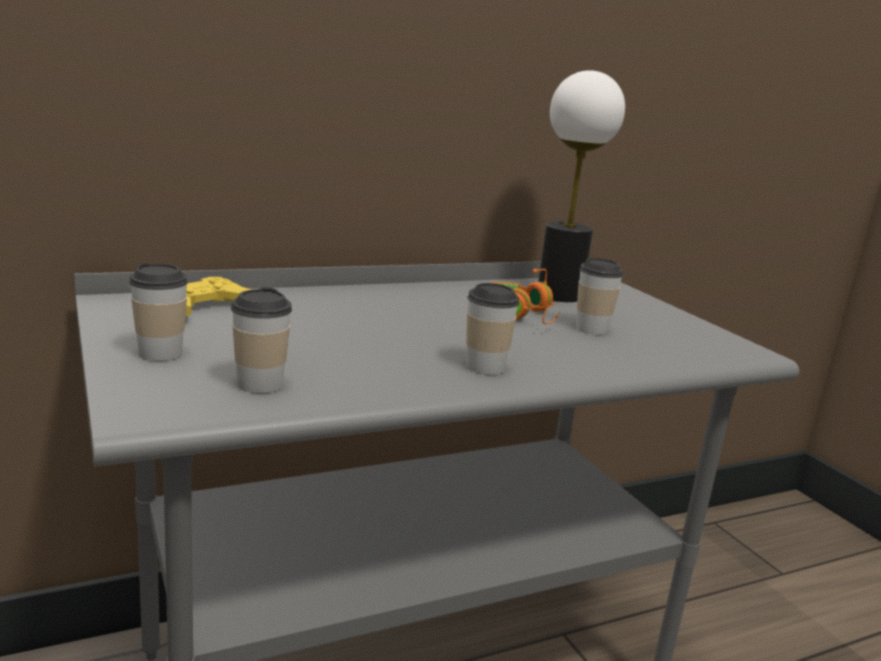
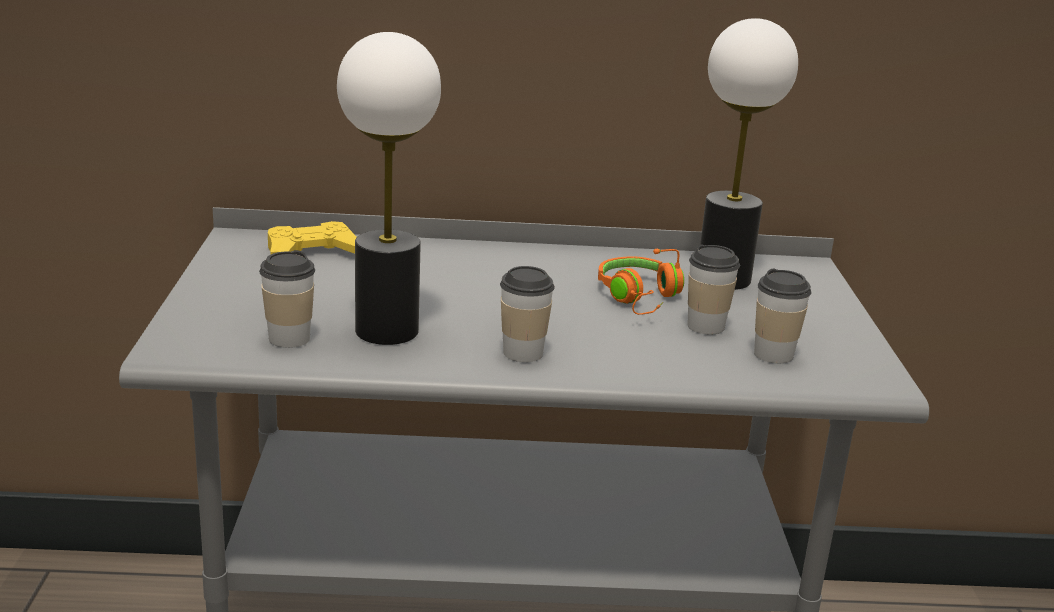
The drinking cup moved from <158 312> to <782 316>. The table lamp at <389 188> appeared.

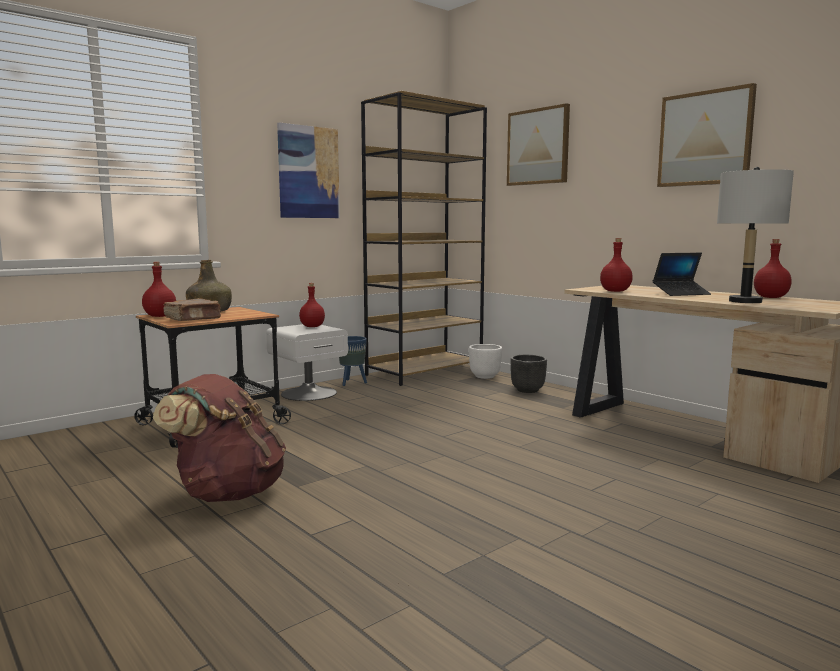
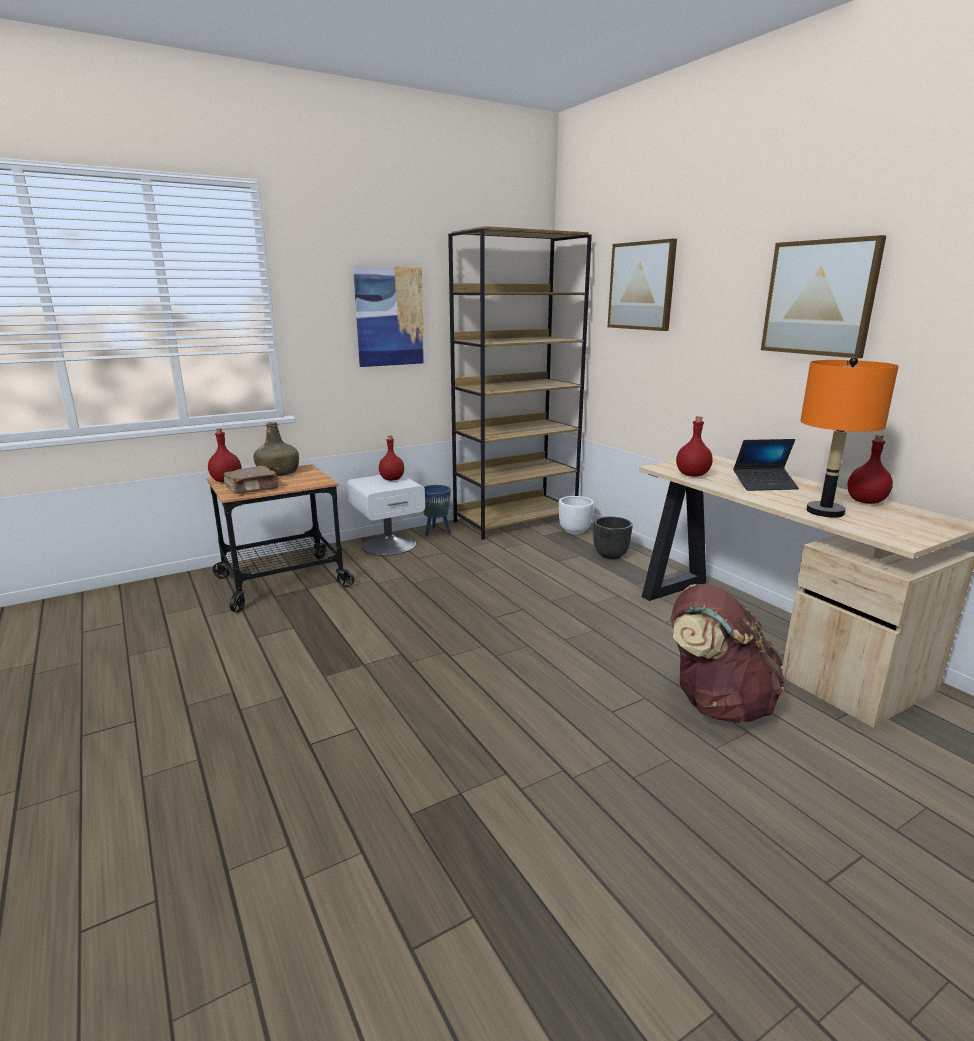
The gray table lamp at <755 235> became the orangey table lamp at <849 437>. The brownish knapsack moved from <219 438> to <728 653>.

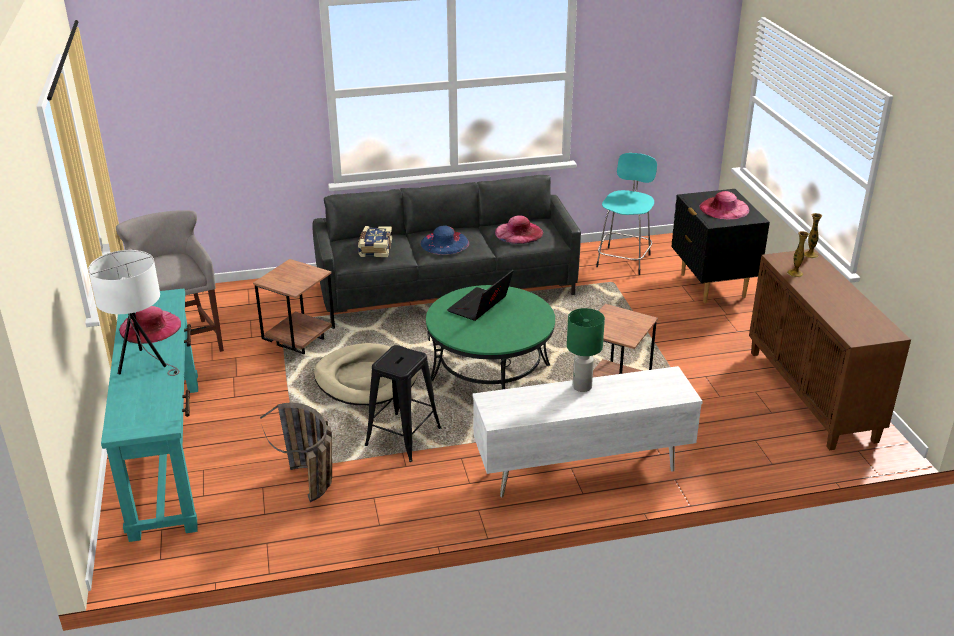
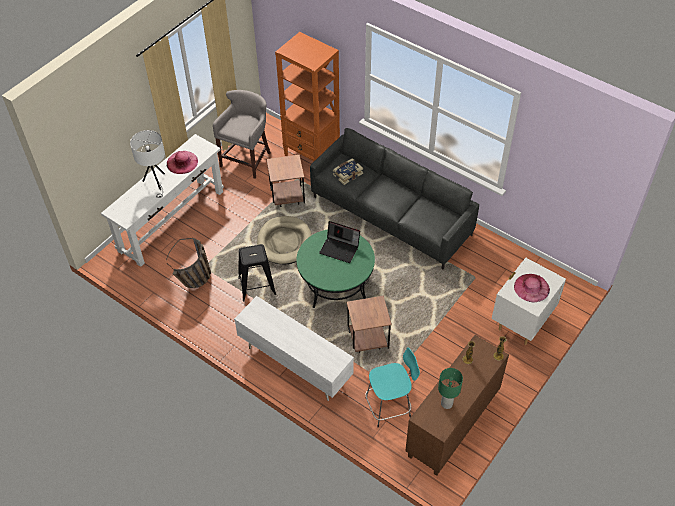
The blue-green stool moved from <626 214> to <392 387>. The black night table at <720 246> became the white-coloured night table at <529 301>. The pink-coloured wearable hat at <519 229> disappeared. The bluish wearable hat at <444 240> disappeared. The notebook computer at <480 295> turned 150 degrees counterclockwise. The blue-green hall table at <149 415> became the white-coloured hall table at <162 200>. The greenish table lamp moved from <586 350> to <450 388>. The orangey shelving unit at <307 96> appeared.

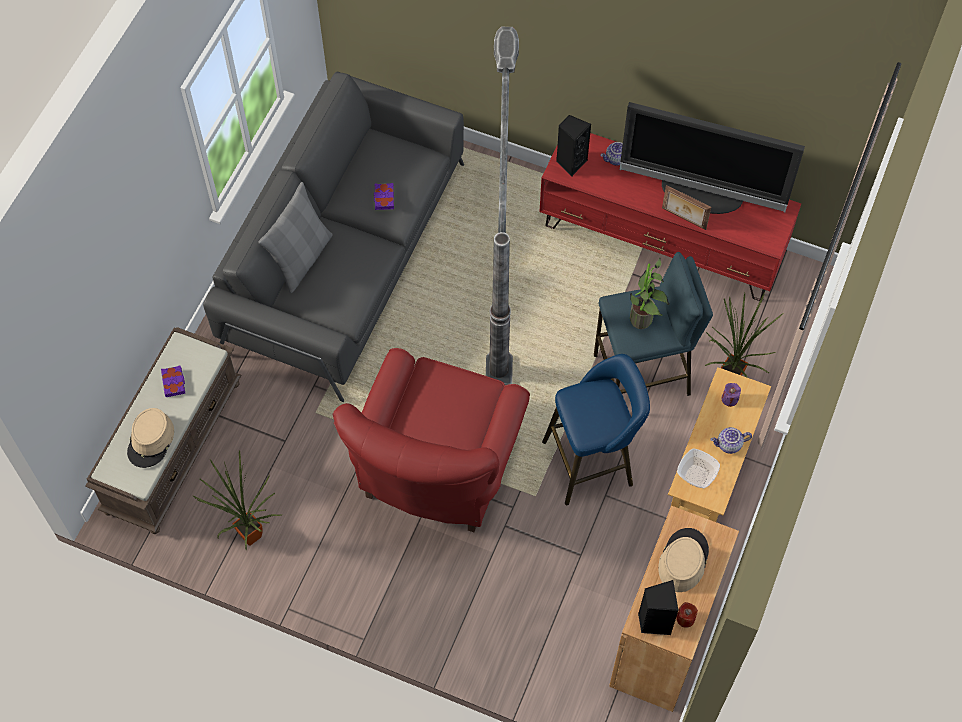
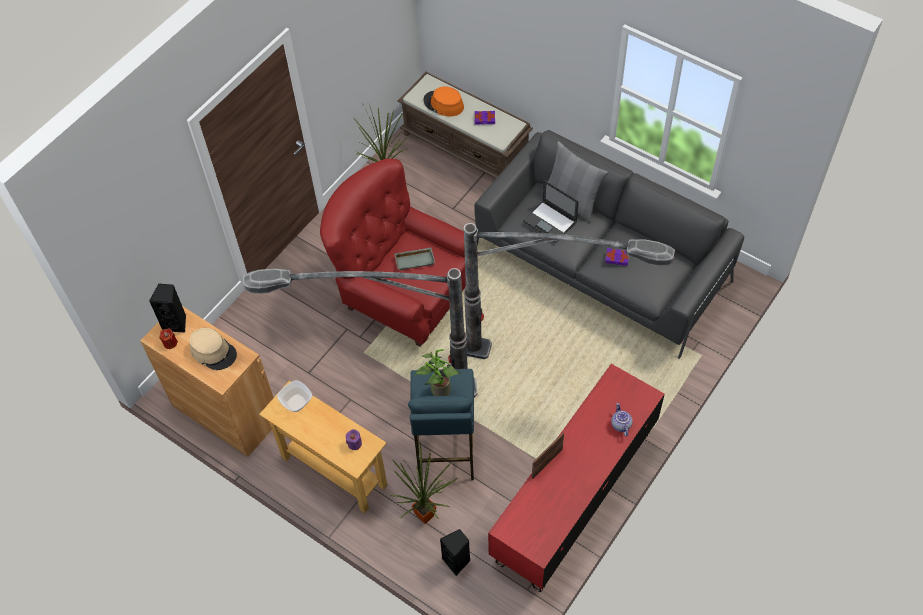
The television at <712 158> disappeared. The black audio speaker moved from <573 145> to <455 552>. The bluish stool at <596 429> was replaced by the standing lamp at <360 333>. The beige wearable hat at <150 438> became the orangey wearable hat at <443 101>. The tea pot at <731 440> disappeared. The notebook computer at <551 211> appeared. The gray serving tray at <414 258> appeared.

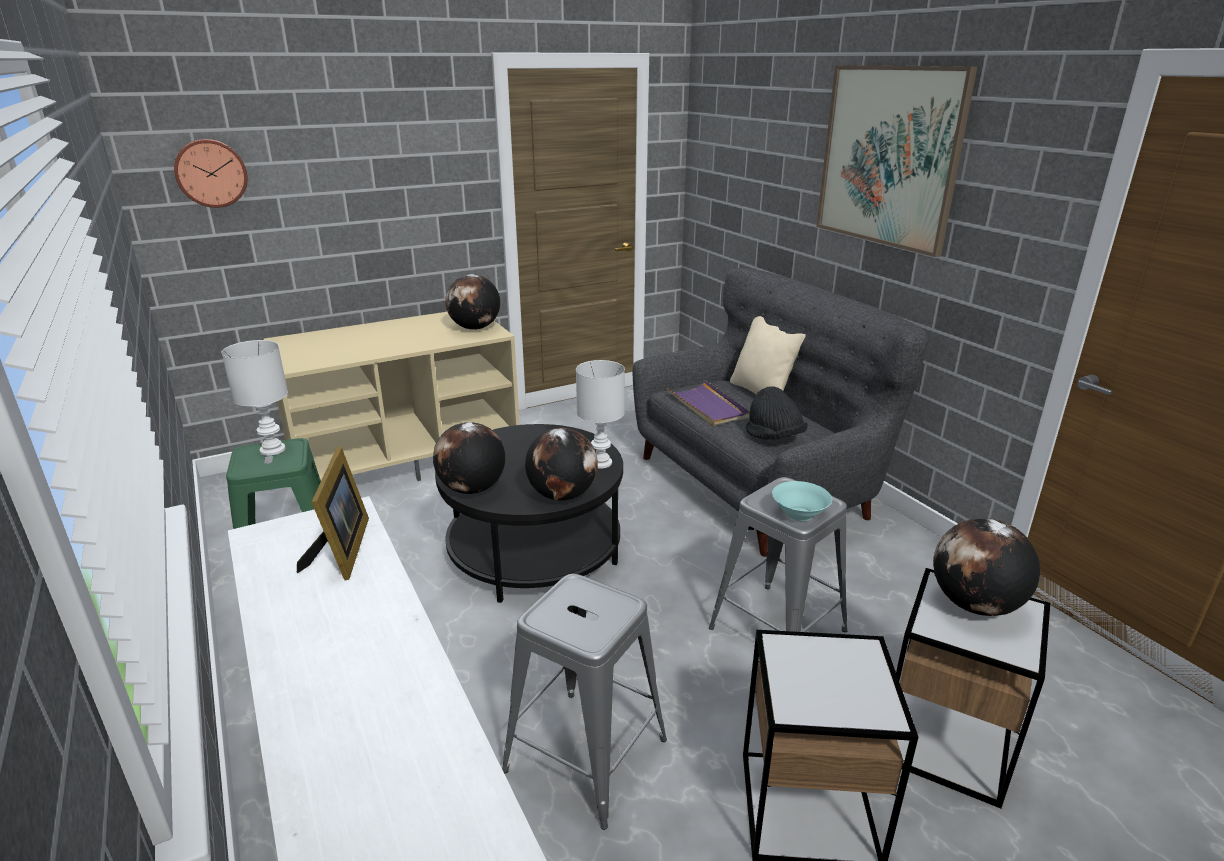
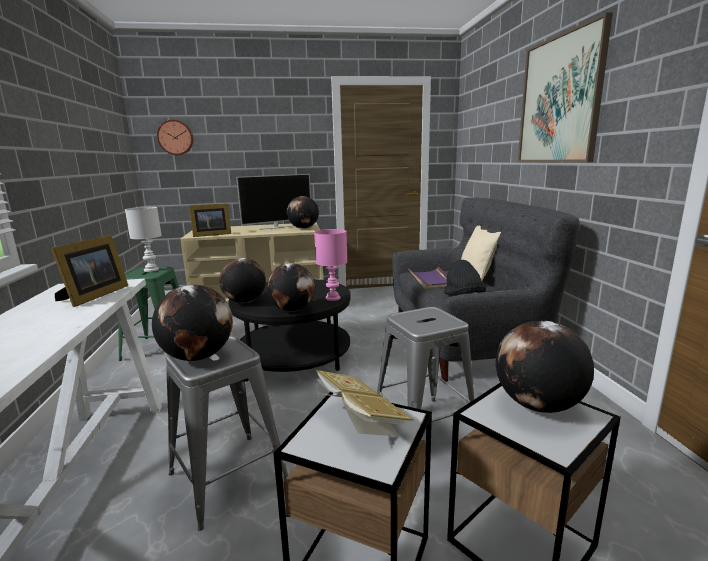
The white-coloured table lamp at <600 414> became the pink-coloured table lamp at <330 265>. The blue-green deep dish at <802 501> disappeared. The television at <273 202> appeared. The standing frame at <210 220> appeared. The desk globe at <192 323> appeared. The bound book at <364 403> appeared.

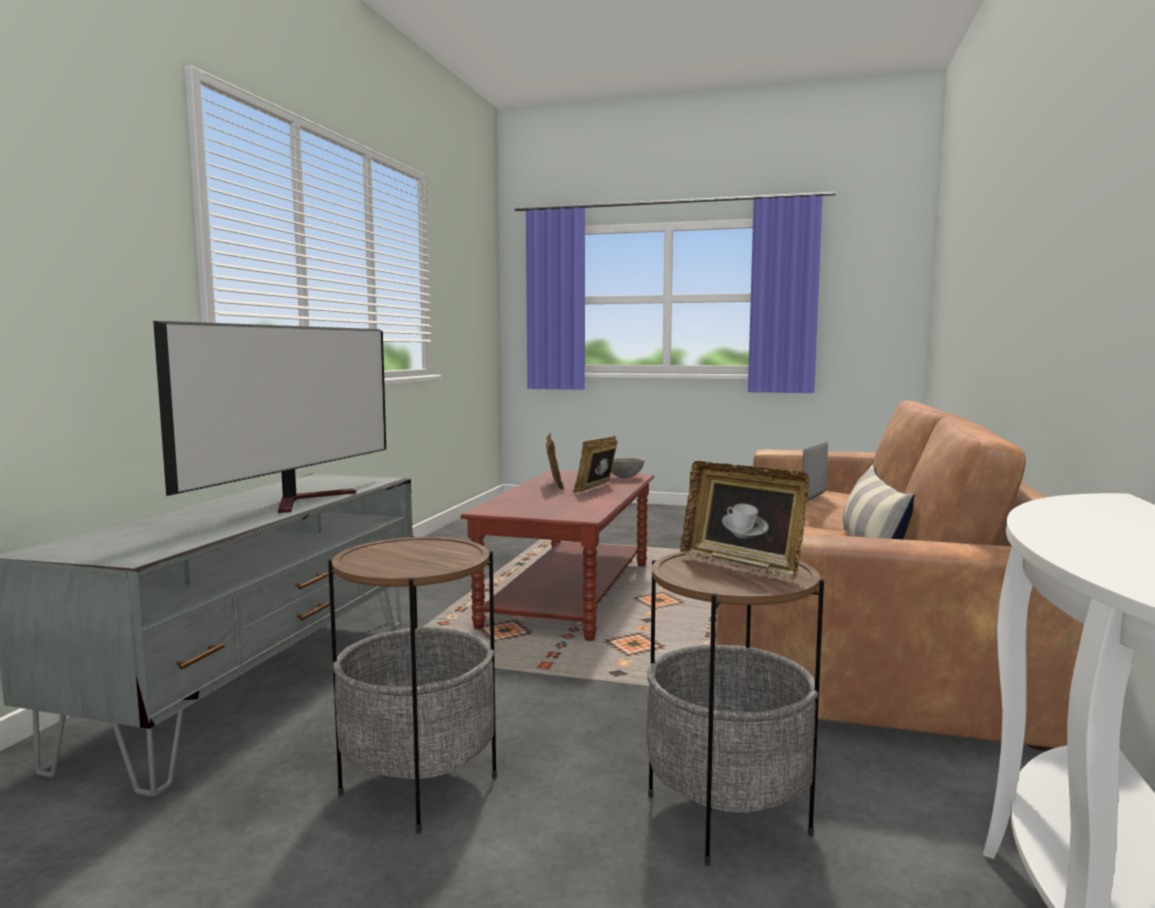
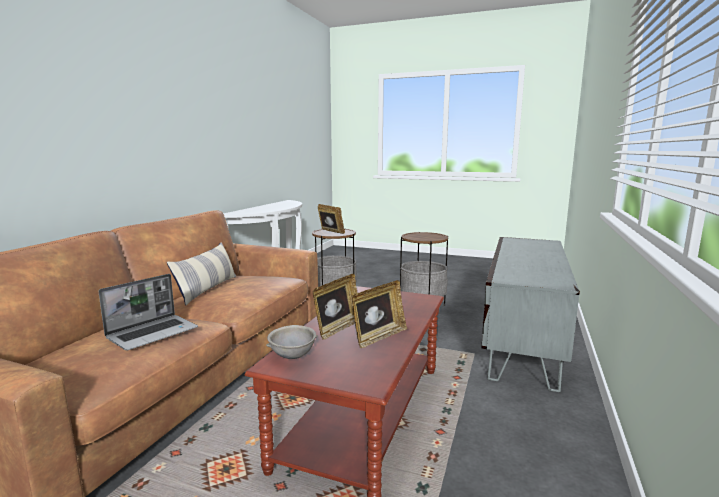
The television at <269 417> disappeared. The standing frame at <555 461> turned 135 degrees counterclockwise.

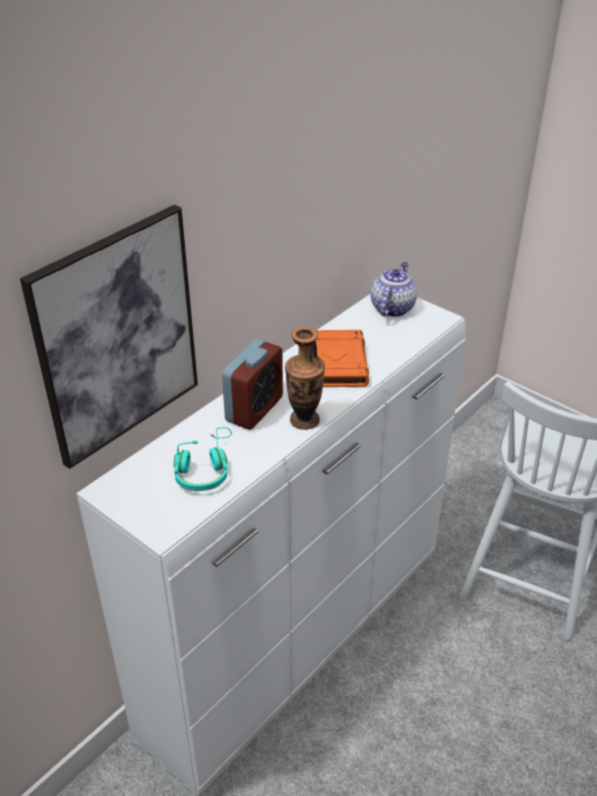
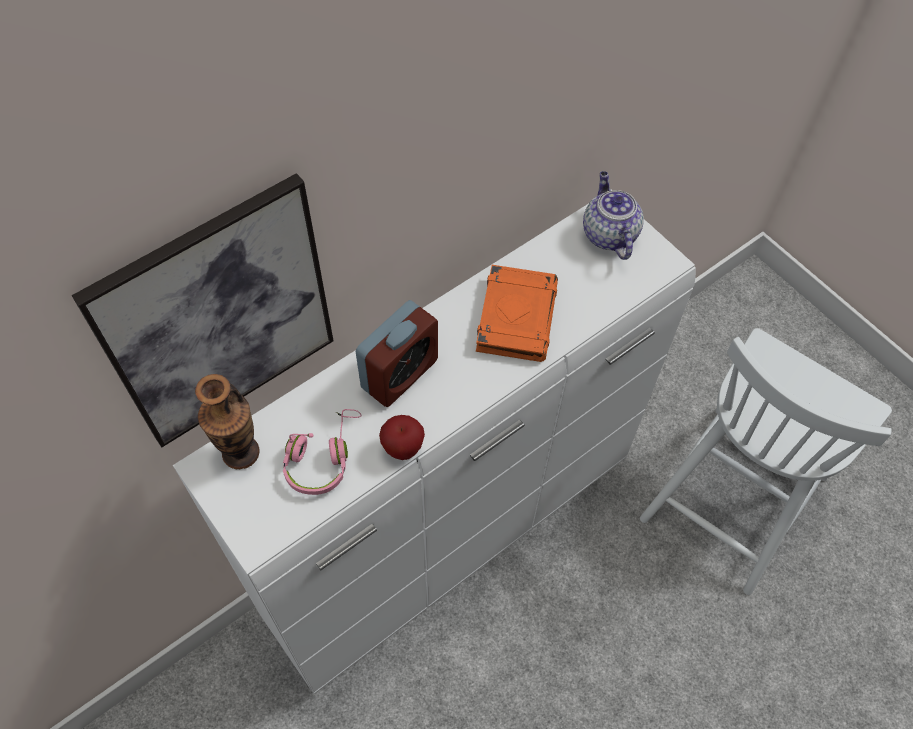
The tea pot at <394 289> turned 45 degrees counterclockwise. The vase moved from <305 378> to <227 421>. The blue-green headphones at <203 459> became the pink-coloured headphones at <322 452>. The apple at <402 437> appeared.

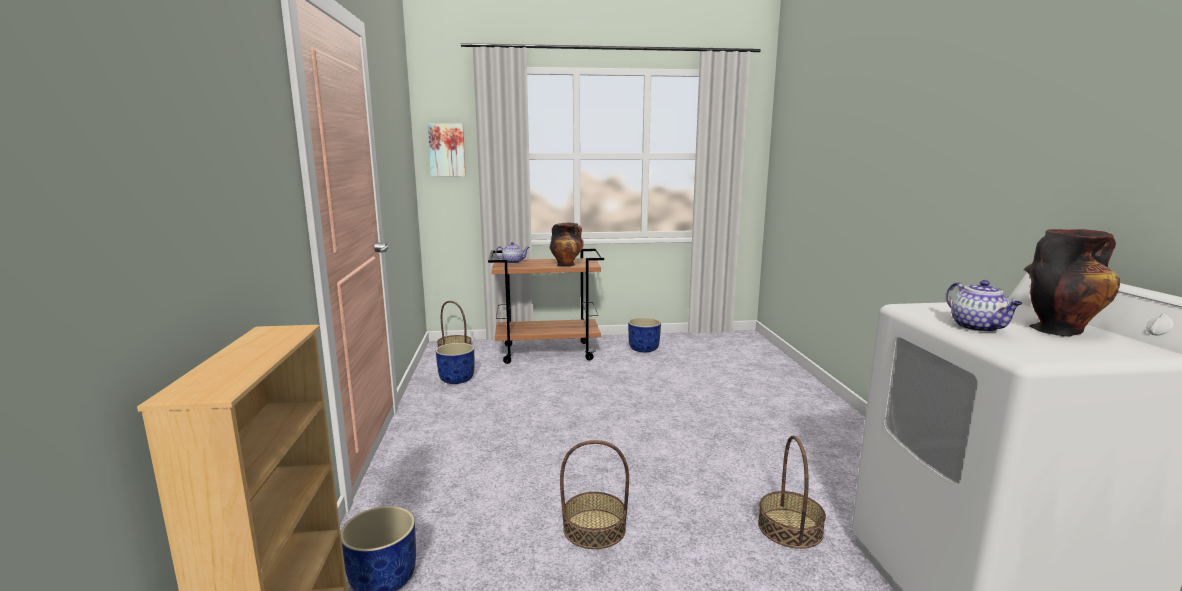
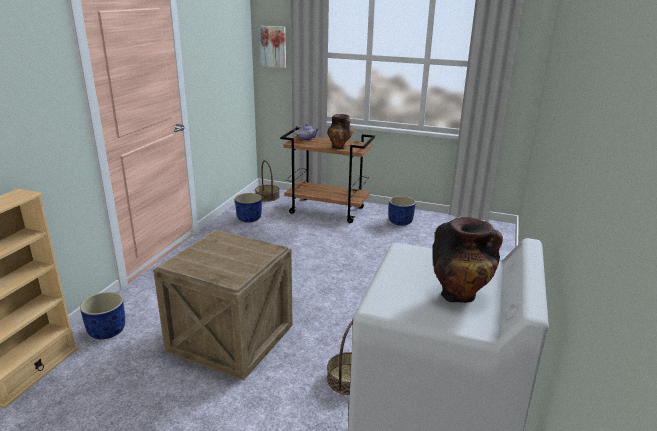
The tea pot at <984 306> disappeared. The household basket at <594 494> was replaced by the shipping crate at <223 305>.

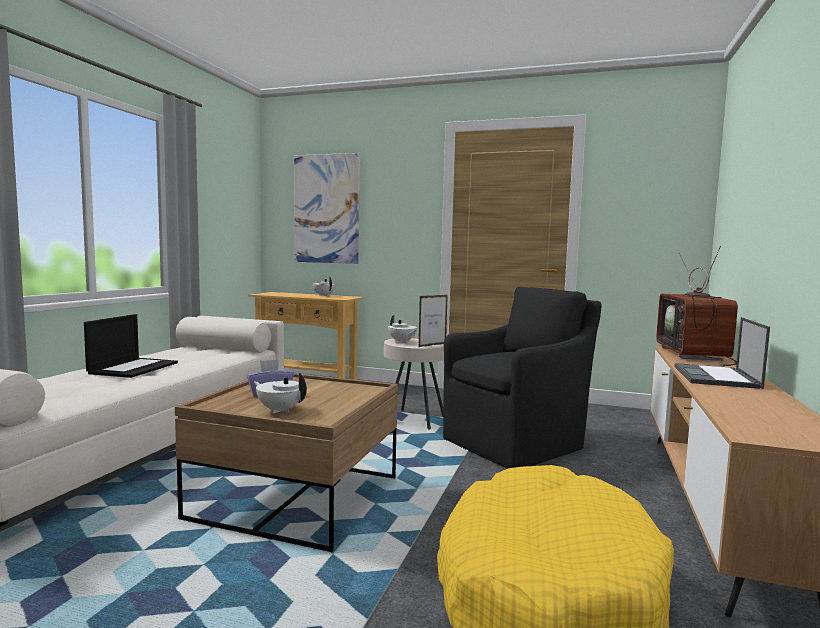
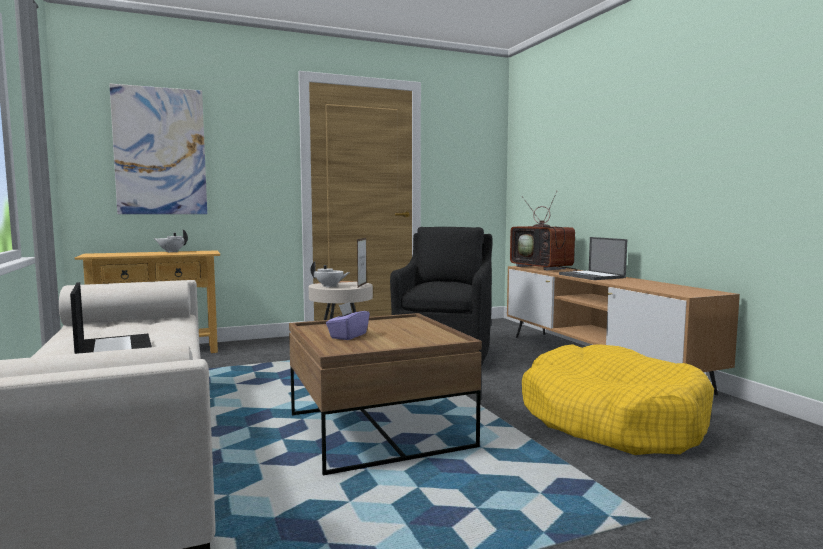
The white-coloured tea pot at <280 393> disappeared.

